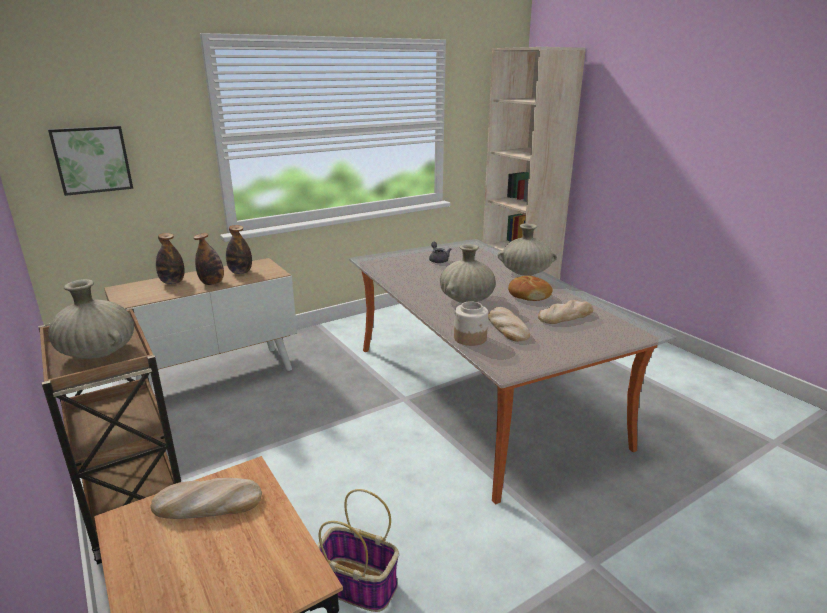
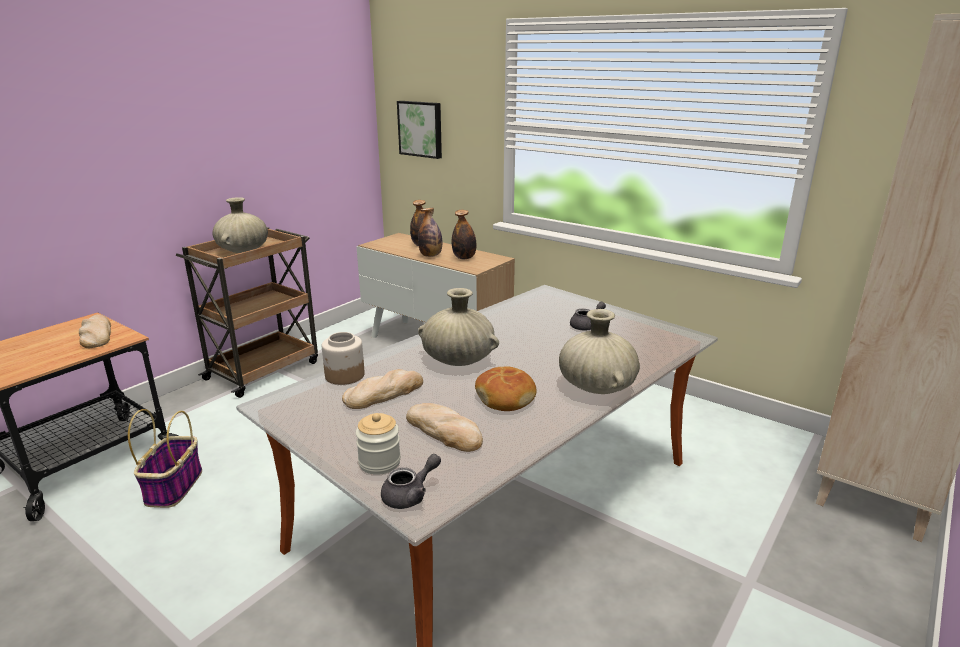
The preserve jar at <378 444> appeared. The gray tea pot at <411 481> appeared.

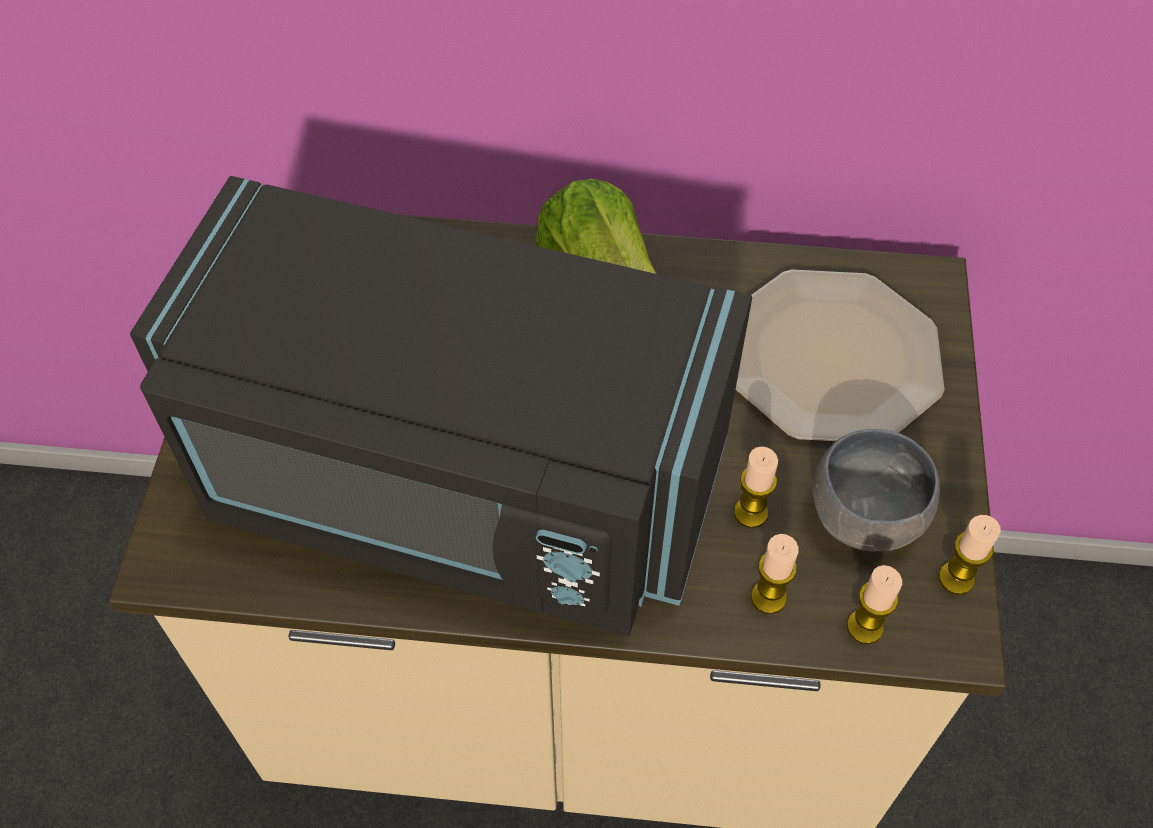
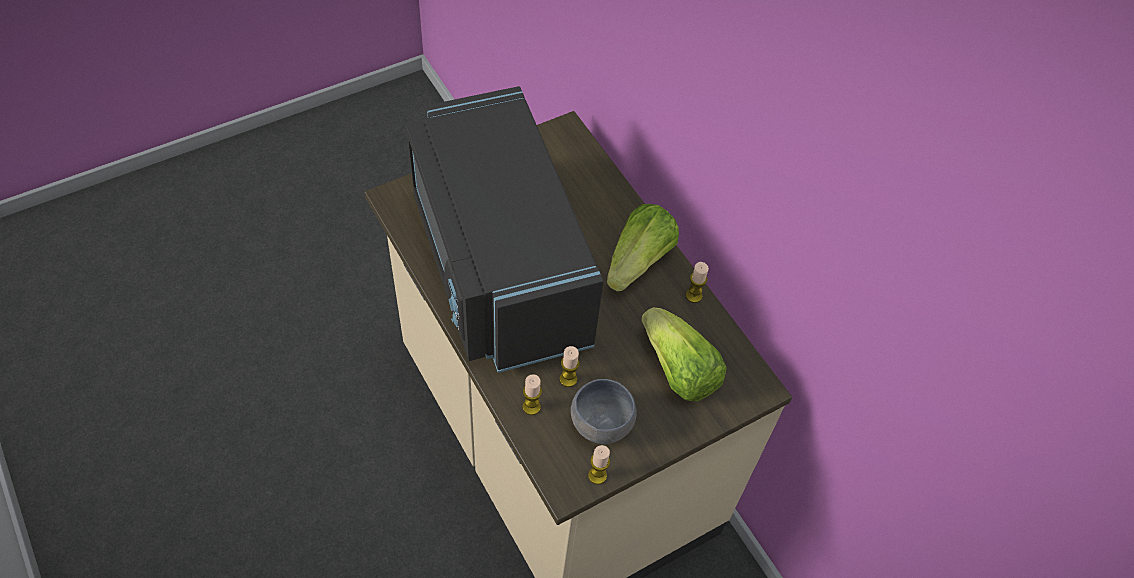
The flat dish at <840 356> was replaced by the head of lettuce at <684 354>. The candle moved from <874 604> to <697 282>.

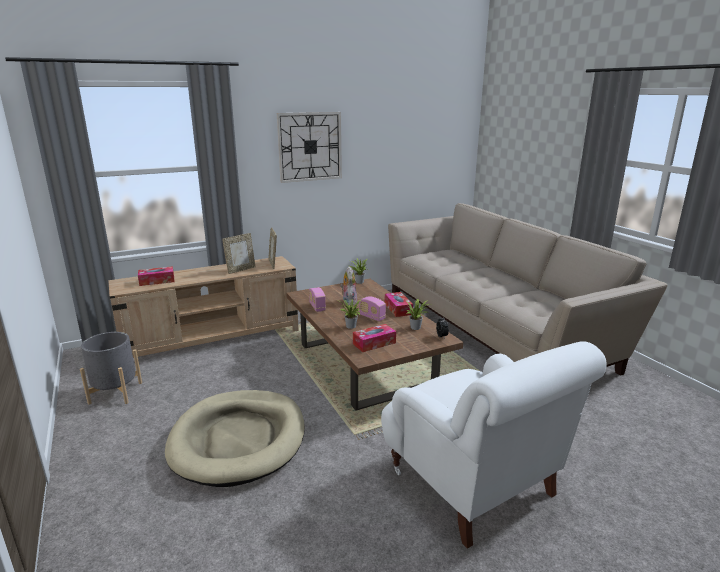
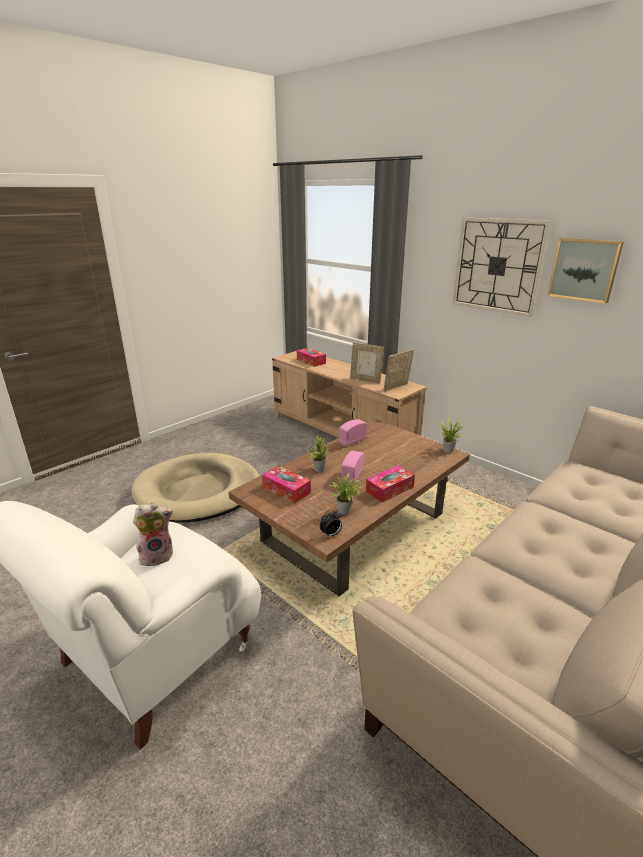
The cuddly toy moved from <348 286> to <153 534>. The gray planter at <111 368> disappeared. The wall art at <586 271> appeared.

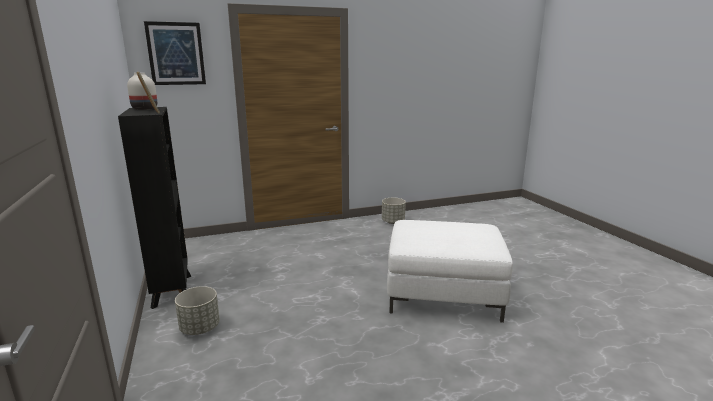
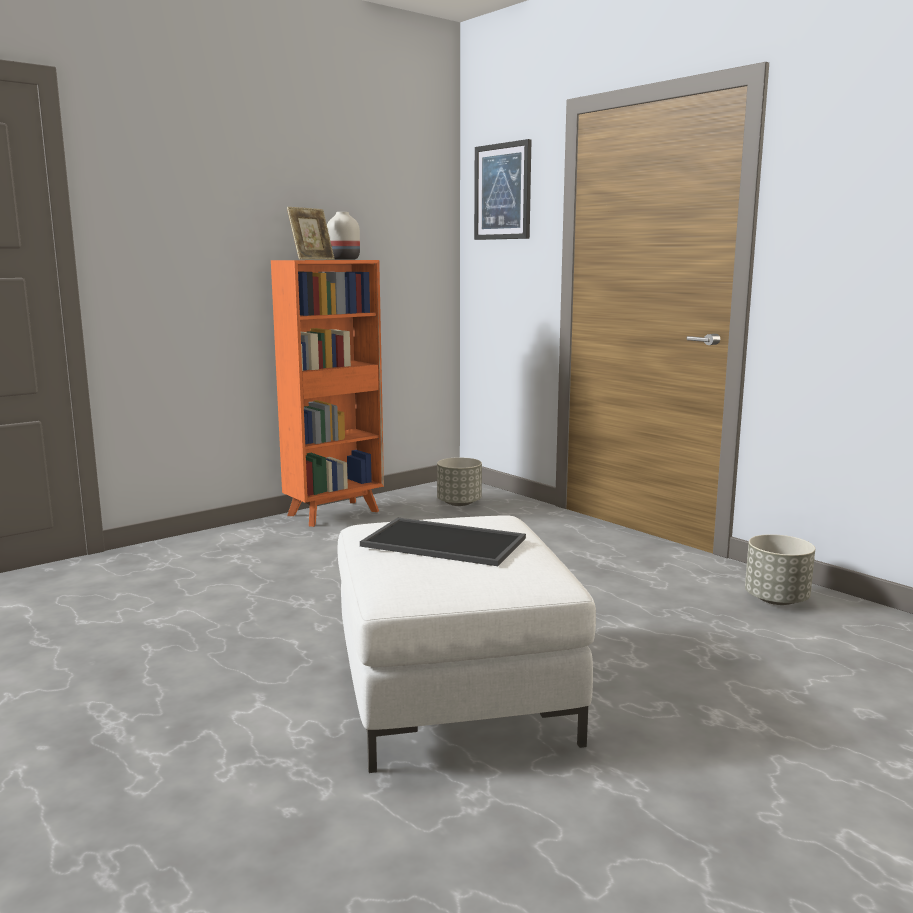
The black shelving unit at <154 208> became the orangey shelving unit at <327 393>. The gray planter moved from <197 310> to <459 481>. The serving tray at <443 542> appeared.

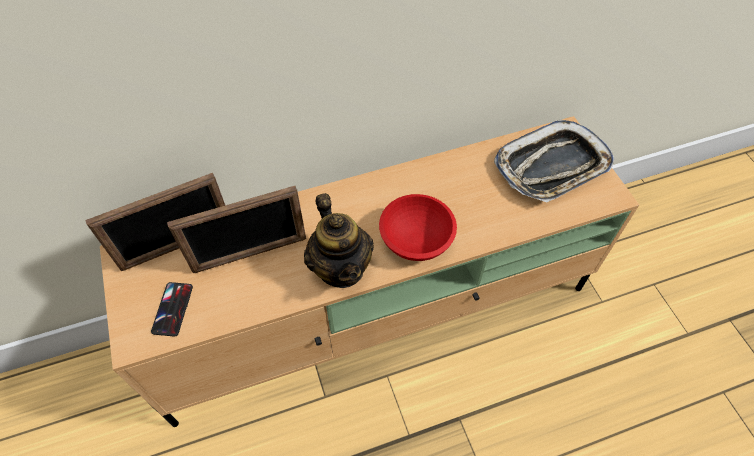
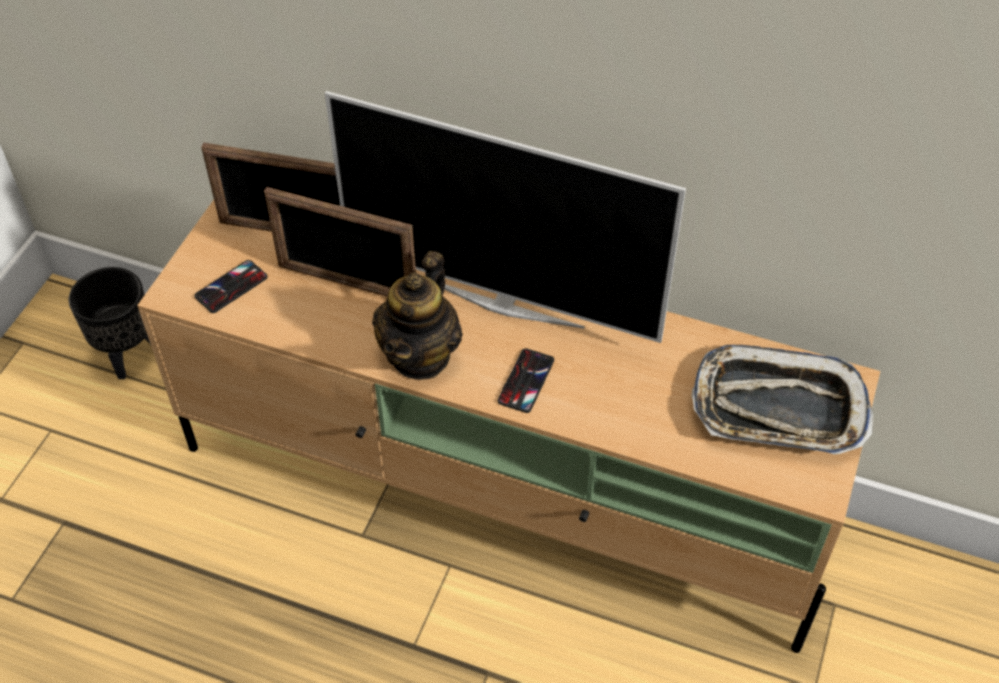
The red-coloured deep dish at <418 227> was replaced by the phone at <526 380>. The television at <505 217> appeared. The black planter at <110 323> appeared.

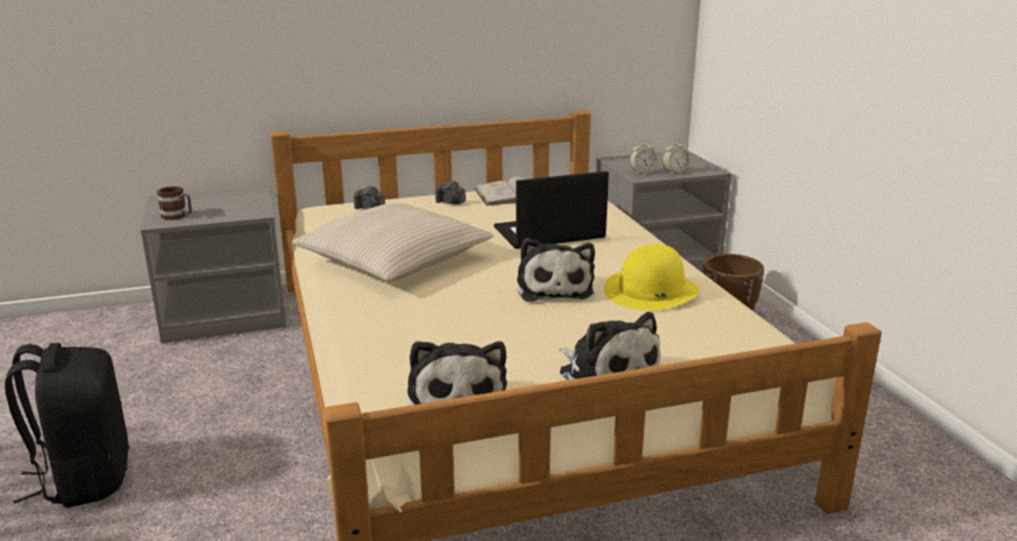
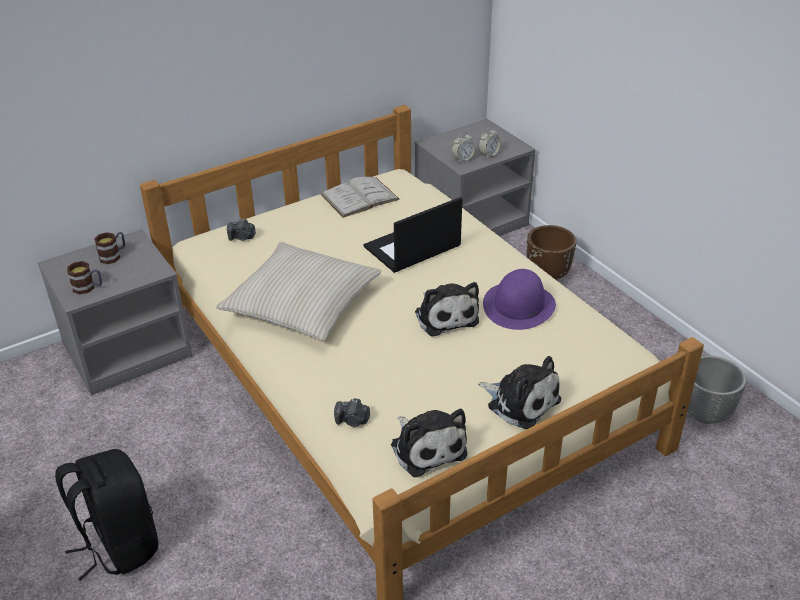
The photo camera moved from <450 192> to <352 412>. The yellow-coloured wearable hat at <651 277> became the purple-coloured wearable hat at <519 299>. The coffee mug at <109 248> appeared. The gray planter at <716 389> appeared.

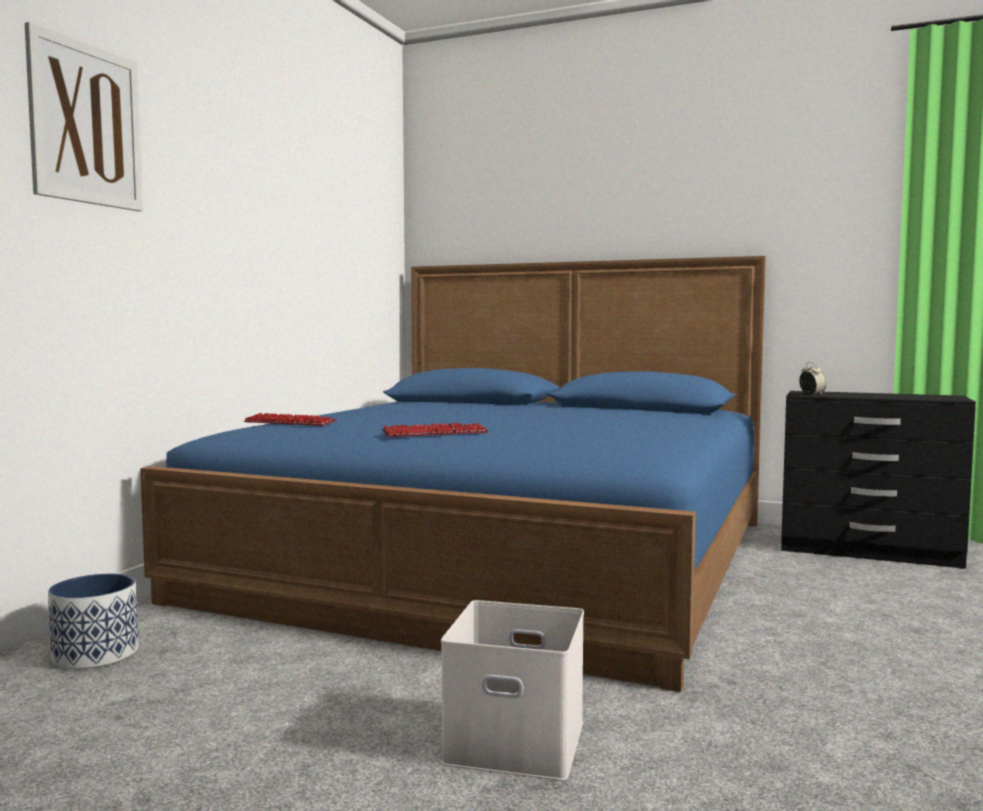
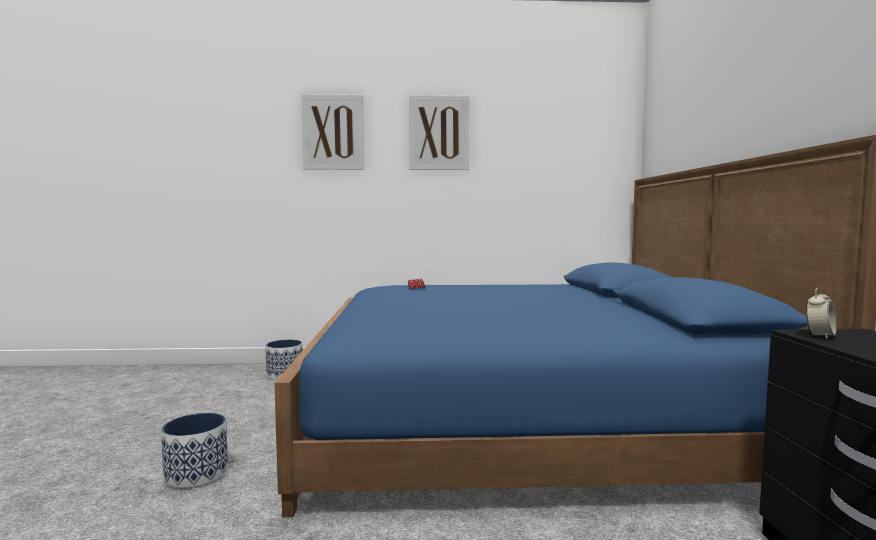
The computer keyboard at <435 430> disappeared. The white-coloured storage container at <512 690> was replaced by the planter at <194 450>. The wall art at <439 132> appeared.

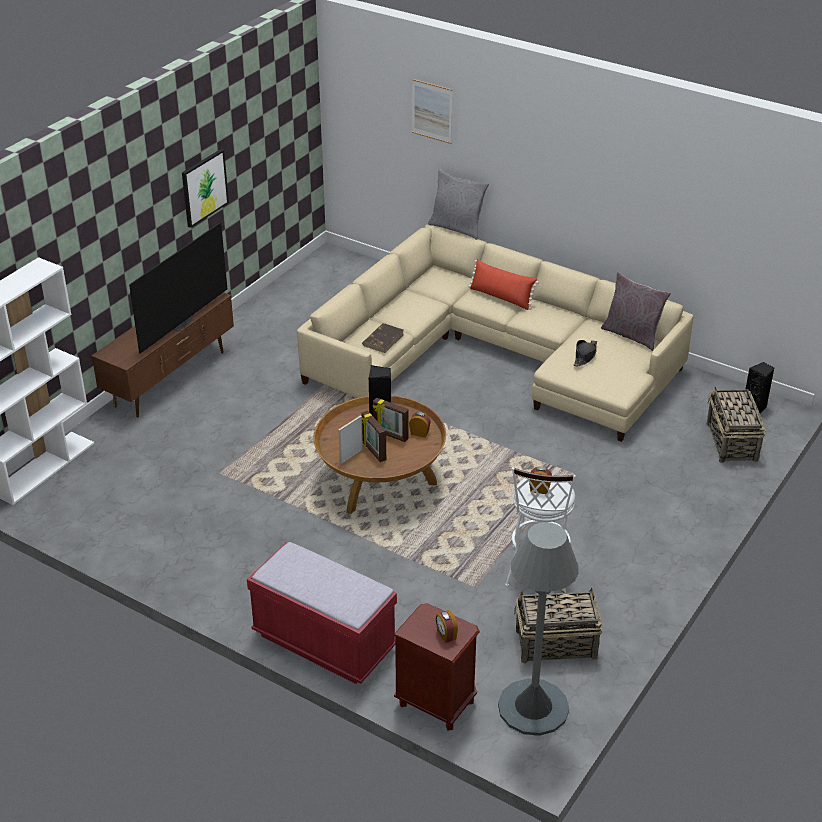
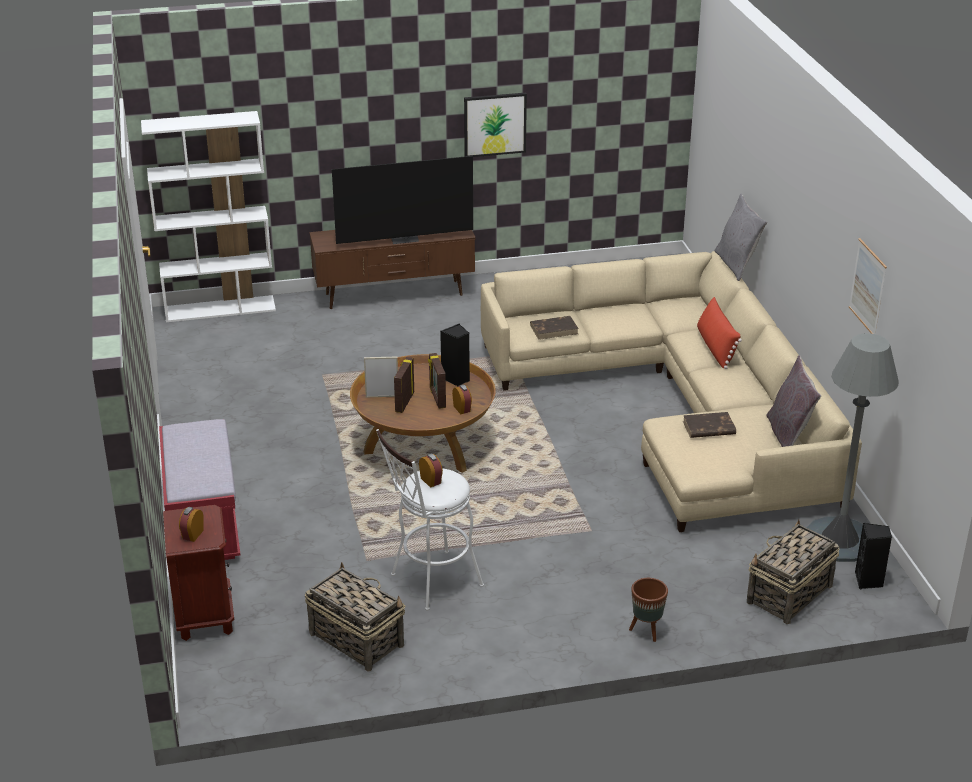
The wall art moved from <432 111> to <868 286>. The black wearable hat at <585 353> was replaced by the brownish bound book at <709 425>. The gray standing lamp moved from <538 629> to <852 447>. The brownish planter at <648 610> appeared.

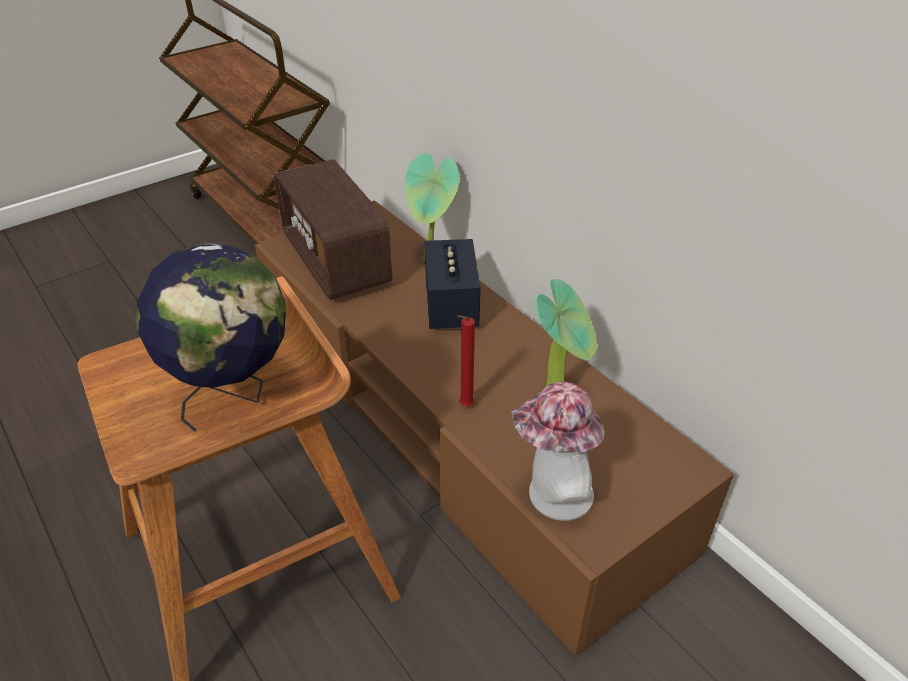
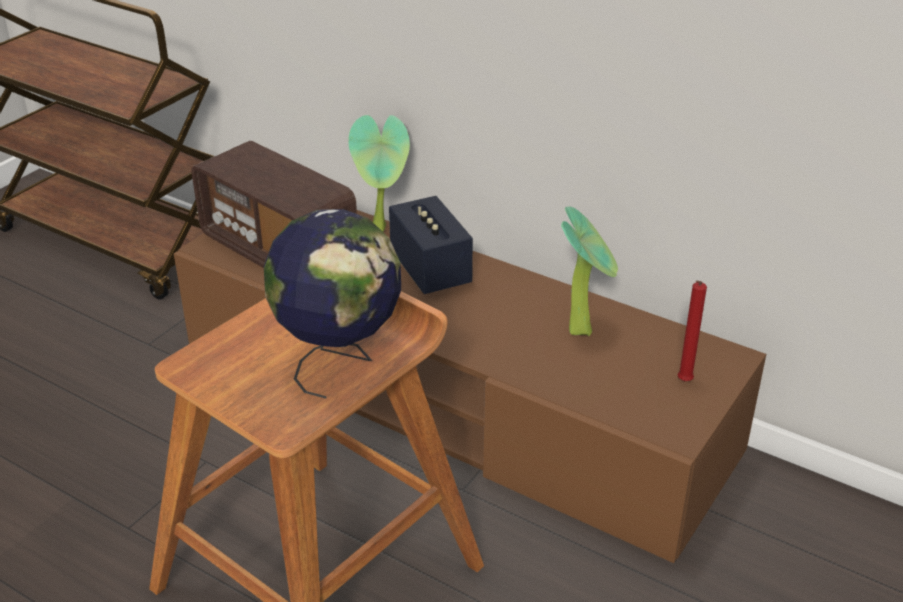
The red-coloured candle moved from <466 361> to <692 330>. The wearable hat at <558 451> disappeared.

